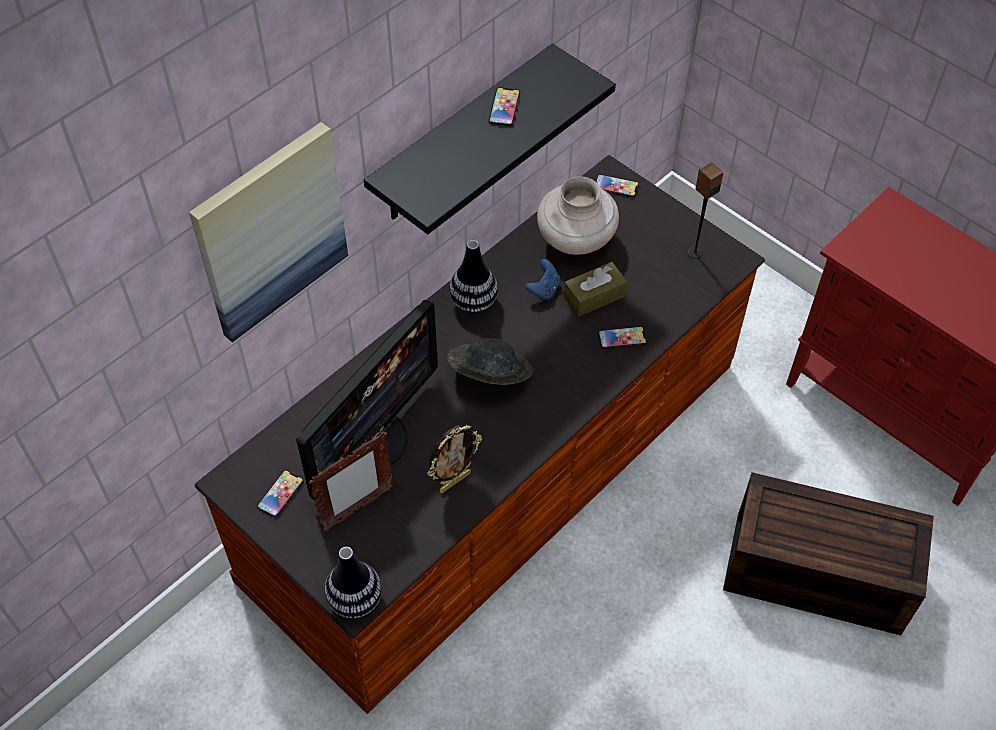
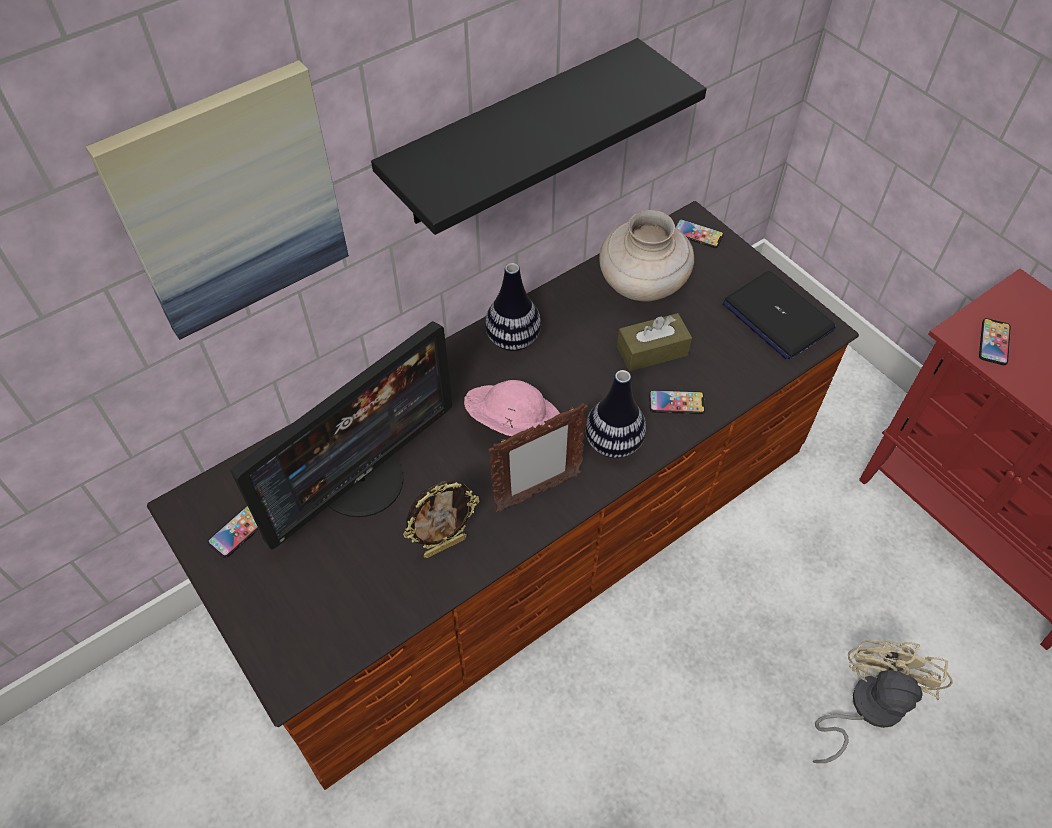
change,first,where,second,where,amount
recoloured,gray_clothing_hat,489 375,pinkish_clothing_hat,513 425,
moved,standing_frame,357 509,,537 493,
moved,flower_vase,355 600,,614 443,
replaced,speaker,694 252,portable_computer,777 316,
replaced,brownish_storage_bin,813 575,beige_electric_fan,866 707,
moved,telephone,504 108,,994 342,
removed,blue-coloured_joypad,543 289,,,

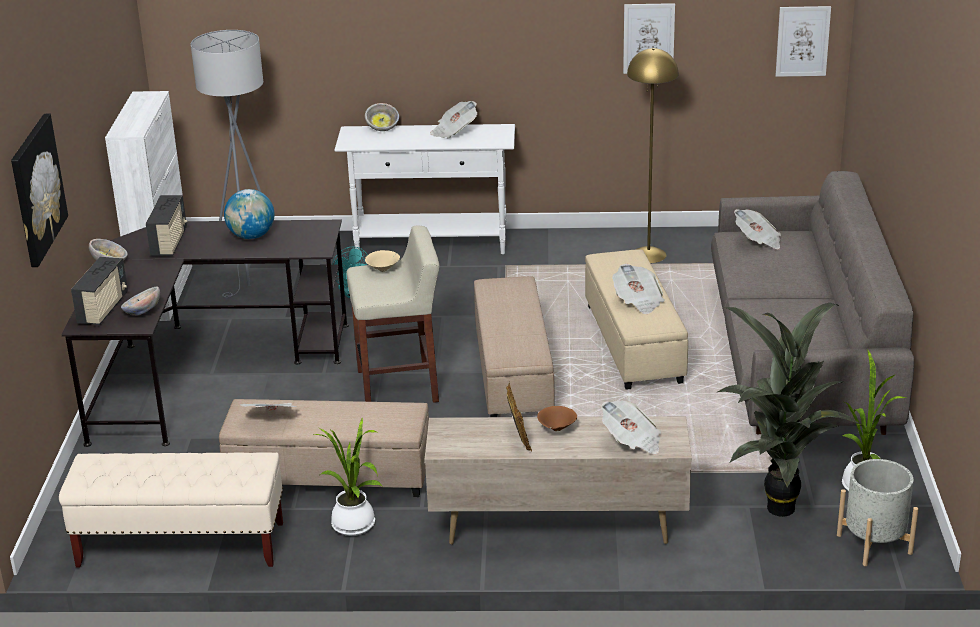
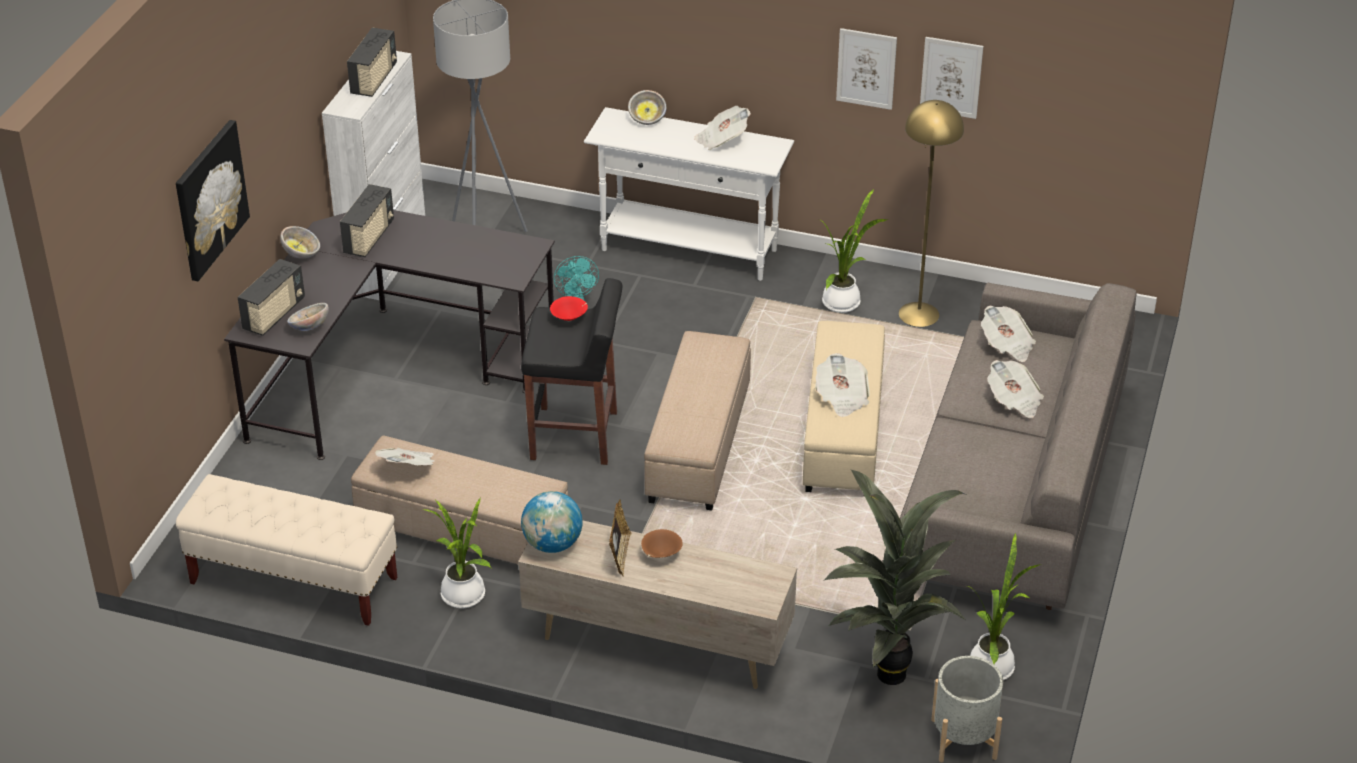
change,first,where,second,where,amount
added,,,radio_set,374 80,
recoloured,beige_sitting_stool,399 386,black_sitting_stool,576 436,
moved,world_globe,251 236,,552 544,
recoloured,beige_serving_bowl,384 269,red_serving_bowl,570 318,
added,,,plant_in_a_pot,843 301,
moved,wall_art,802 41,,866 68,
moved,newspaper,632 441,,1014 401,

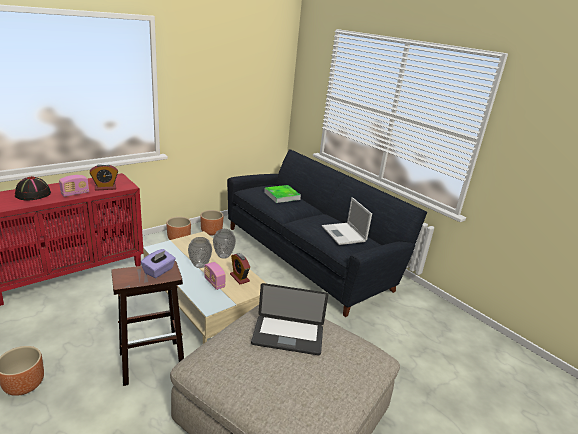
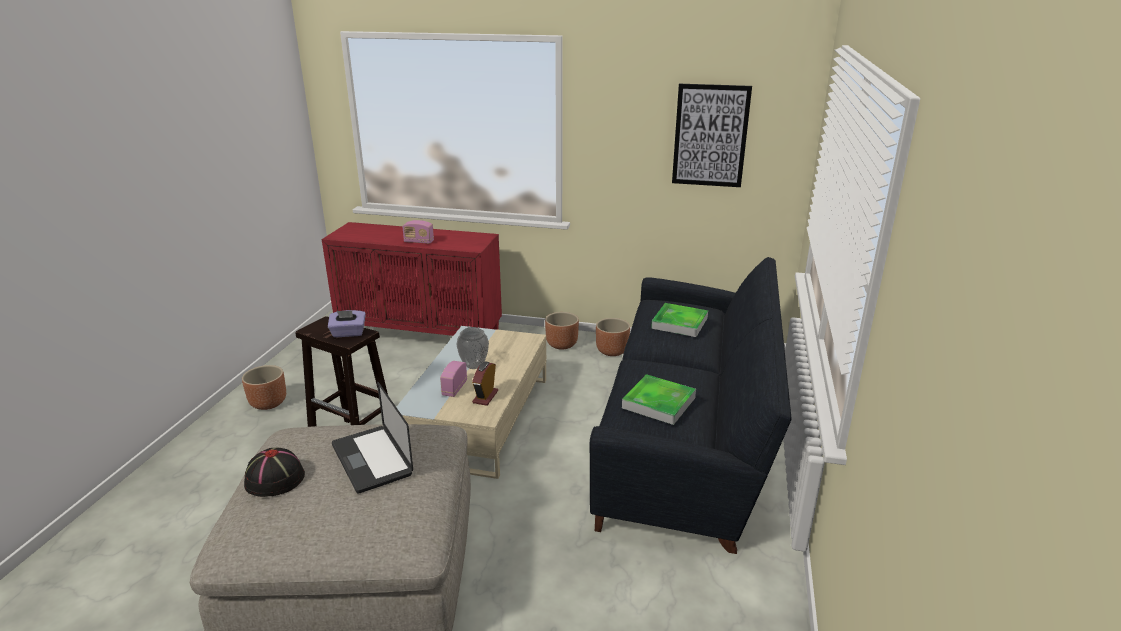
change,first,where,second,where,amount
moved,black_clothing_hat,33 194,,274 479,
replaced,portable_computer,344 234,carrying_tray,658 403,
added,,,wall_art,710 136,
removed,bedside_clock,105 188,,,
removed,flower_vase,223 256,,,

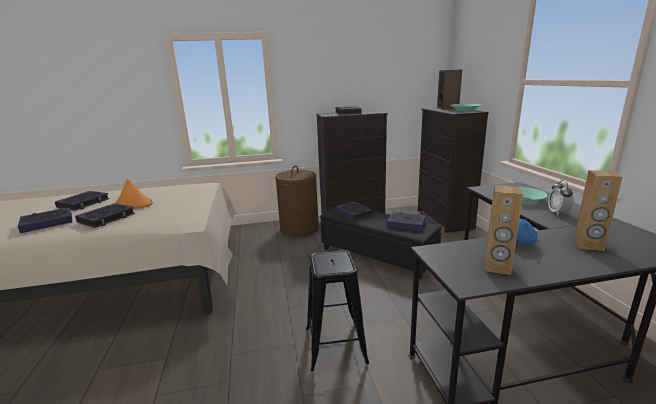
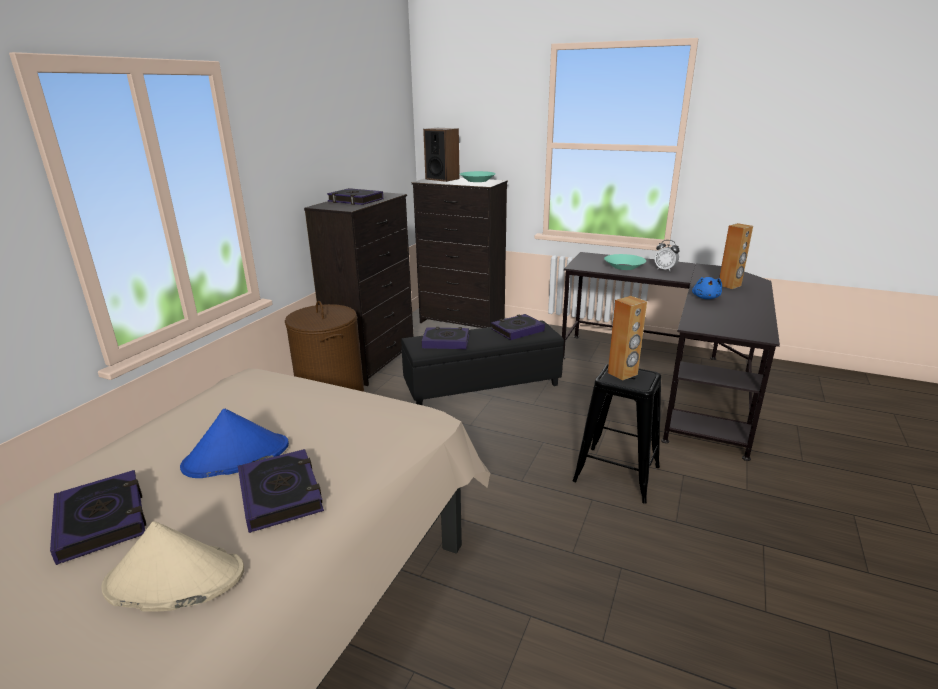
change,first,where,second,where,amount
replaced,book,47 223,beige_clothing_hat,174 579,
recoloured,orangey_clothing_hat,133 203,blue-coloured_clothing_hat,236 457,
moved,brownish_speaker,497 268,,622 374,

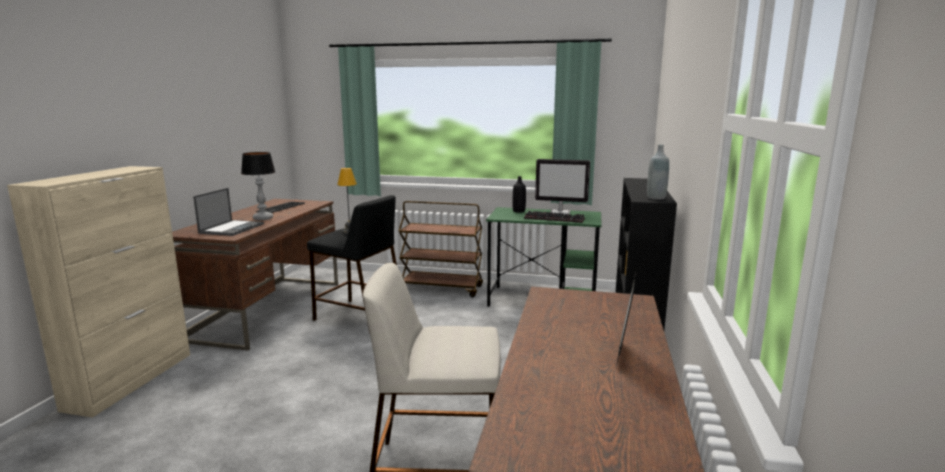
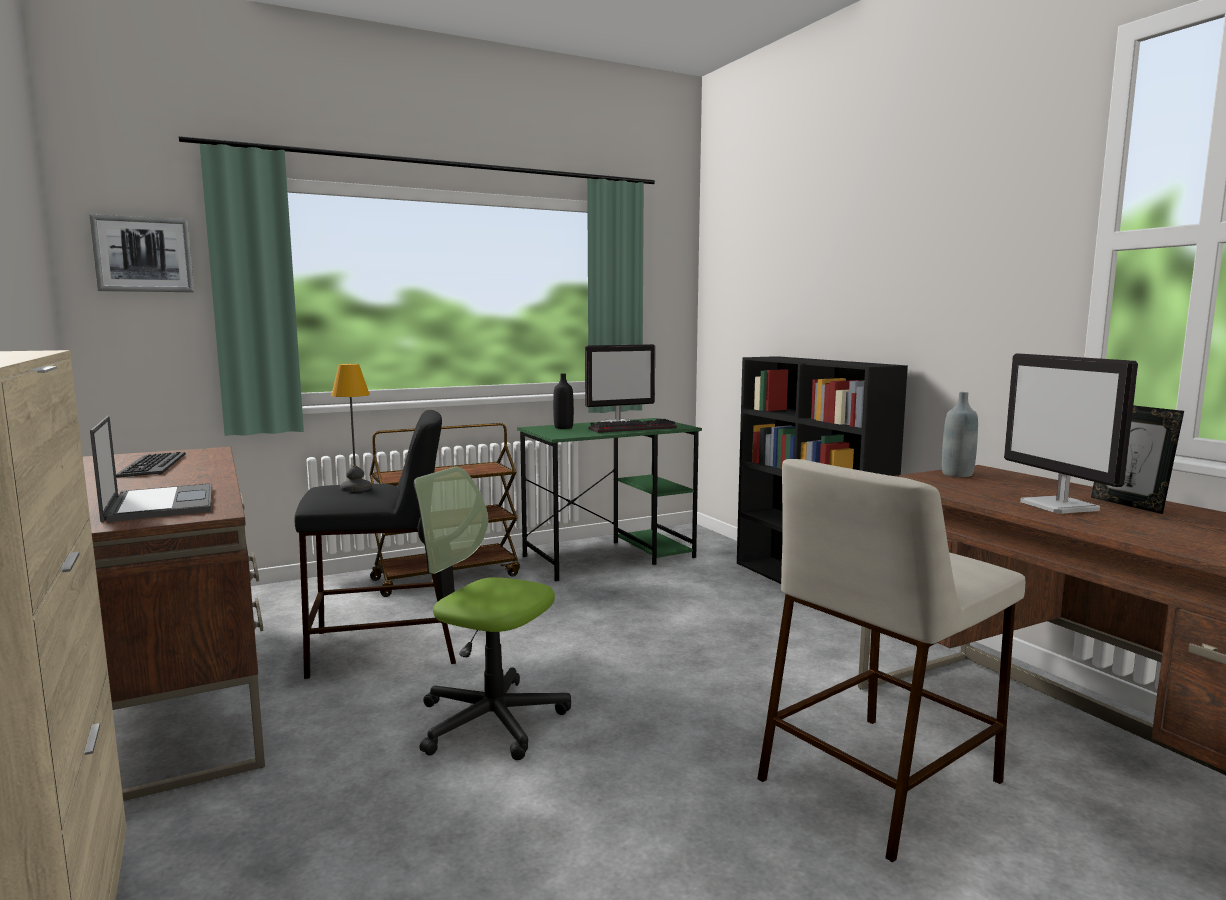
change,first,where,second,where,amount
added,,,wall_art,143 254,
added,,,office_chair,491 720,
moved,gray_beverage_bottle,656 198,,957 474,
added,,,computer_display,1060 507,
removed,table_lamp,263 218,,,

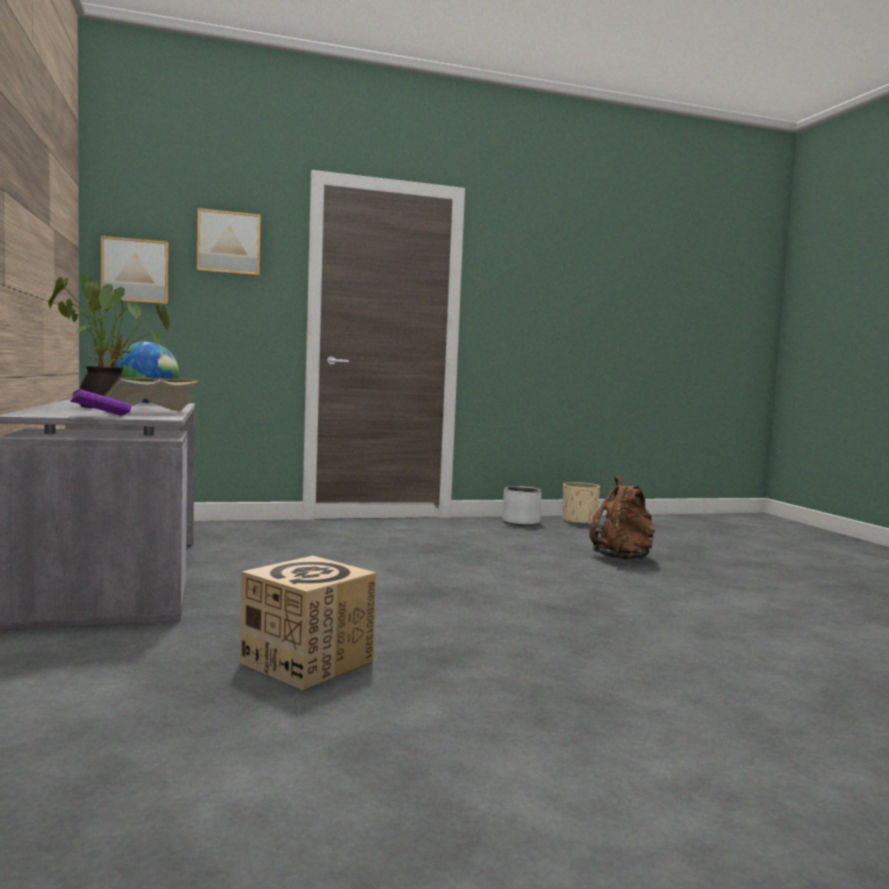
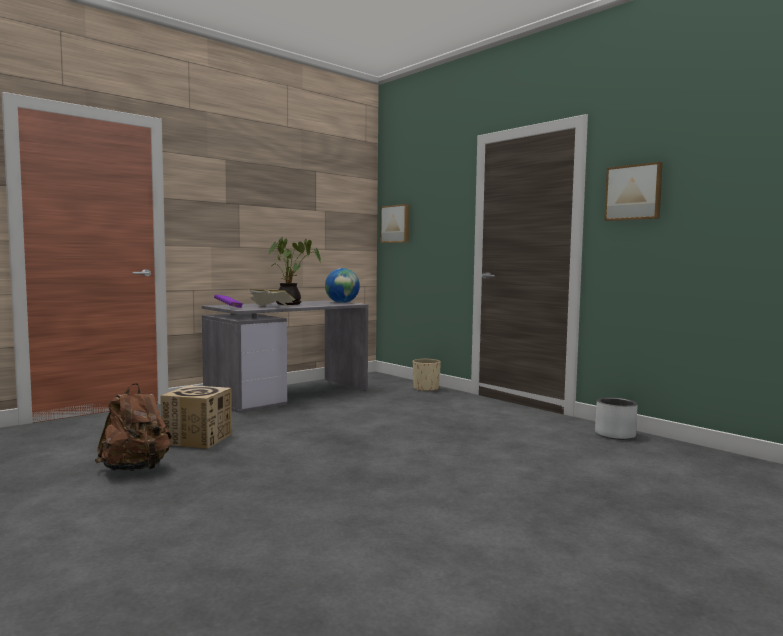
change,first,where,second,where,amount
moved,brownish_backpack,623 559,,136 469,
moved,beige_planter,579 521,,426 389,
moved,wall_art,228 243,,634 192,

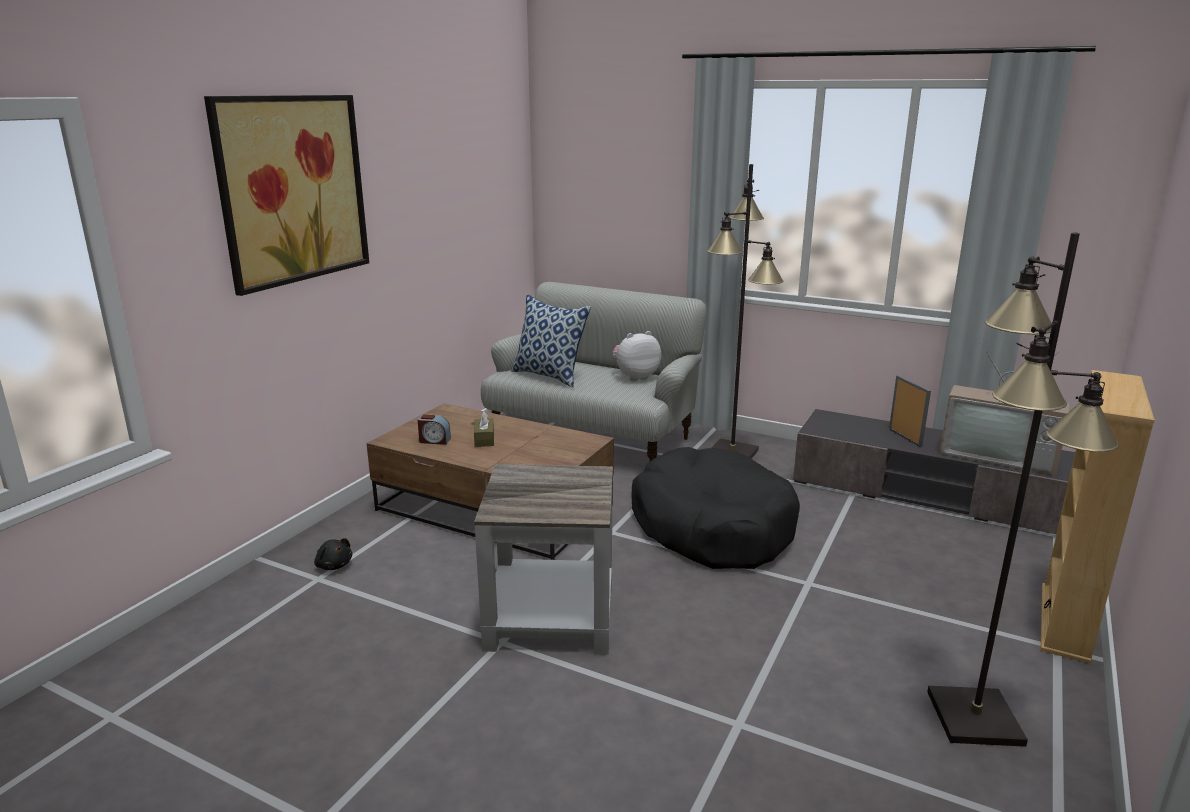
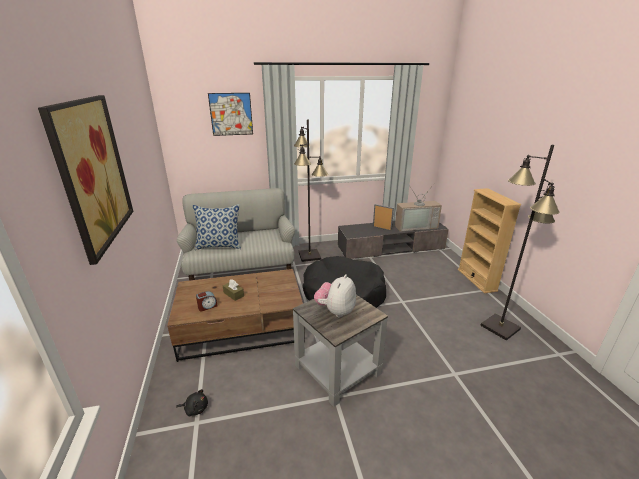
change,first,where,second,where,amount
added,,,wall_art,231 114,
moved,soft_toy,635 377,,335 311,

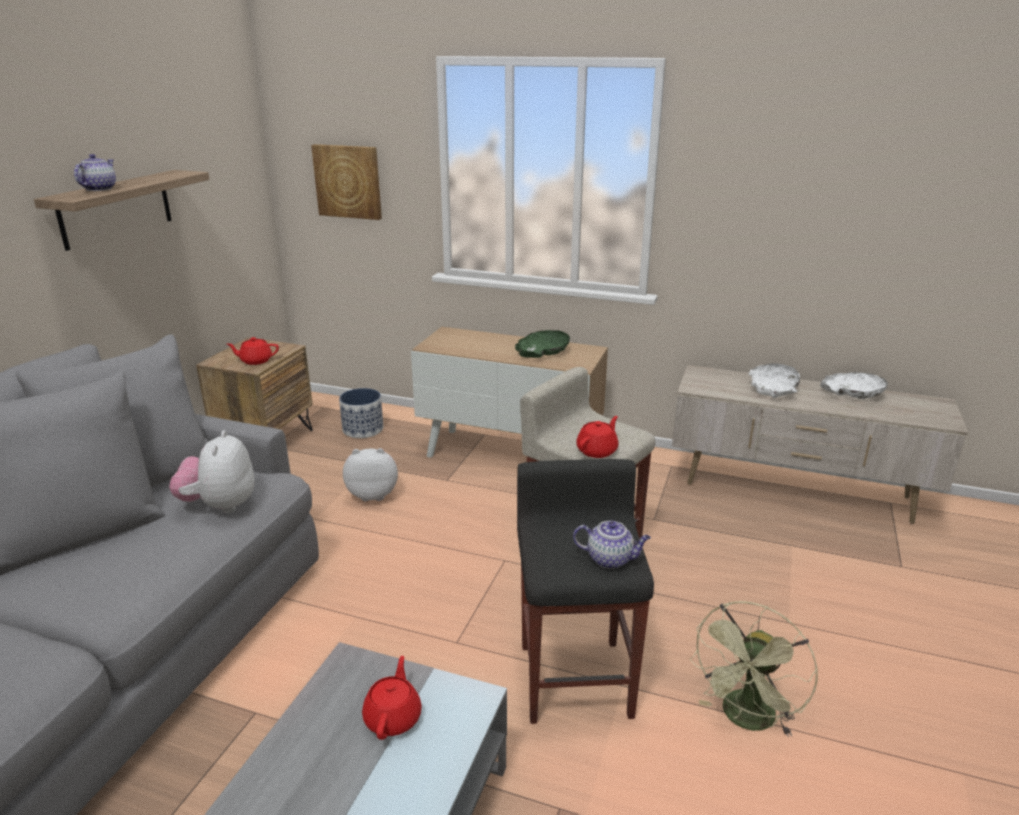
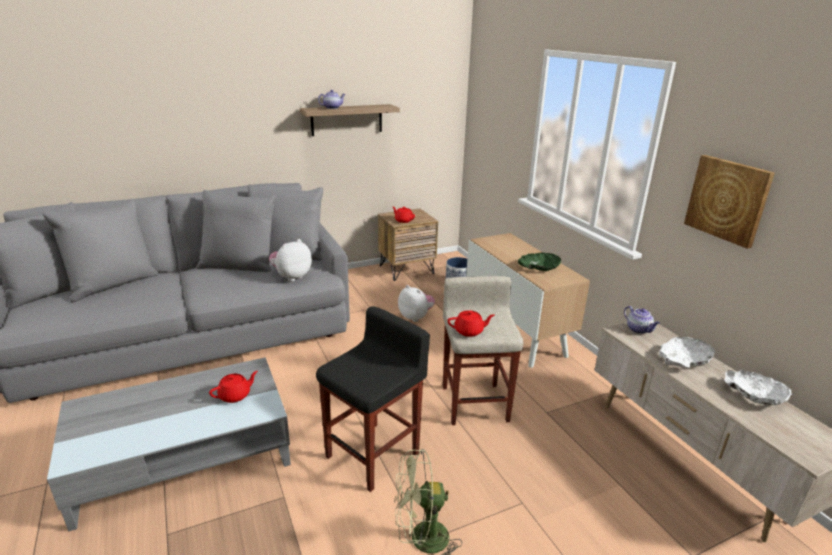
change,first,where,second,where,amount
moved,tea_pot,610 559,,639 329,
moved,wall_art,348 181,,728 200,

